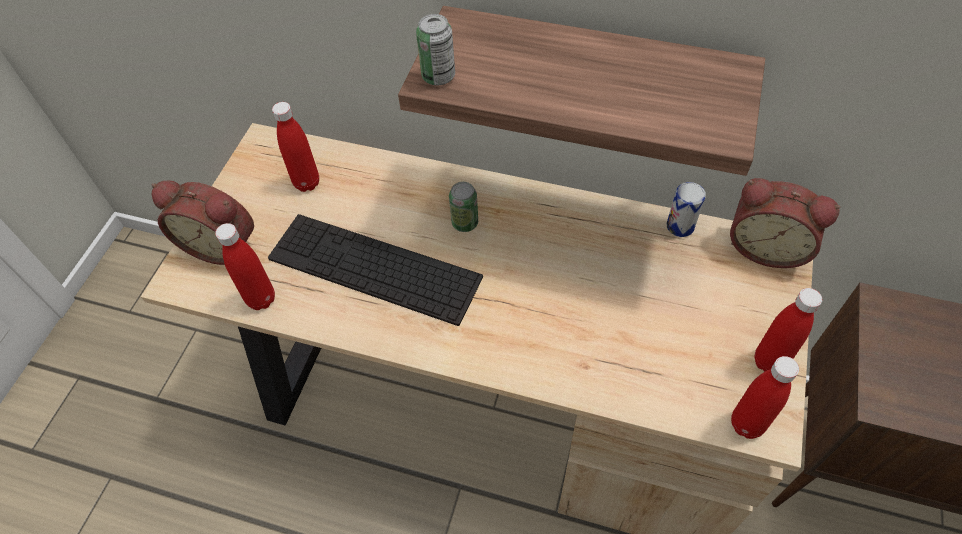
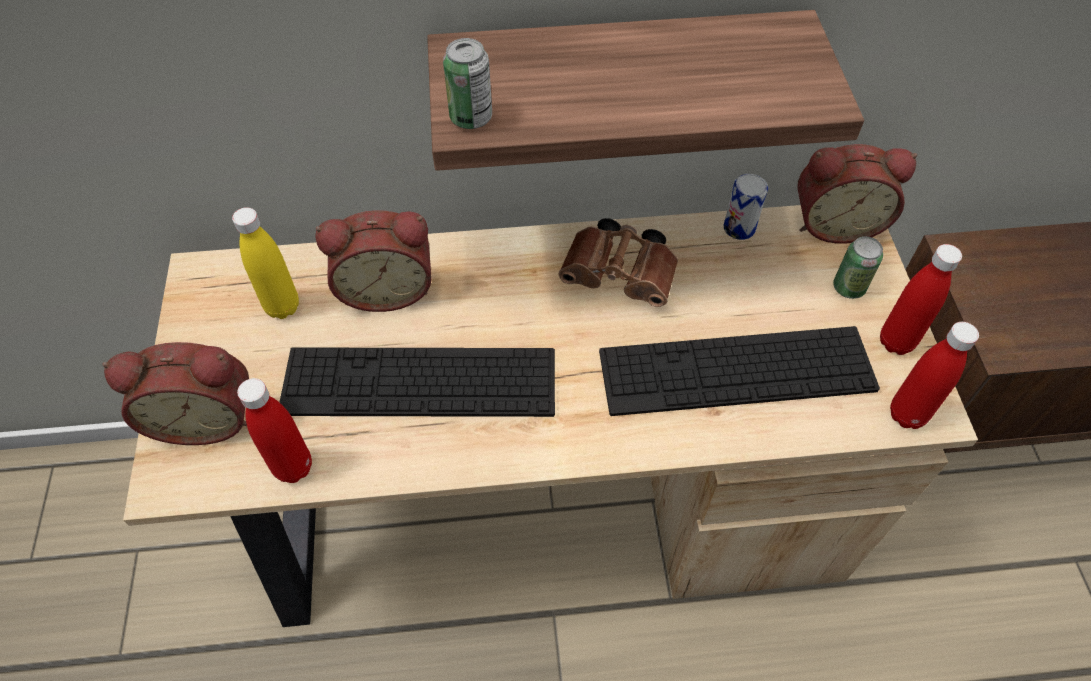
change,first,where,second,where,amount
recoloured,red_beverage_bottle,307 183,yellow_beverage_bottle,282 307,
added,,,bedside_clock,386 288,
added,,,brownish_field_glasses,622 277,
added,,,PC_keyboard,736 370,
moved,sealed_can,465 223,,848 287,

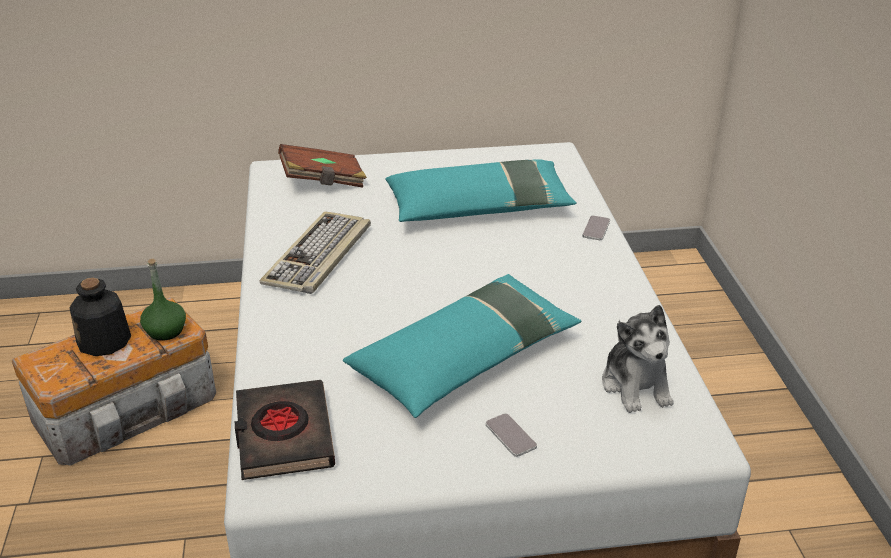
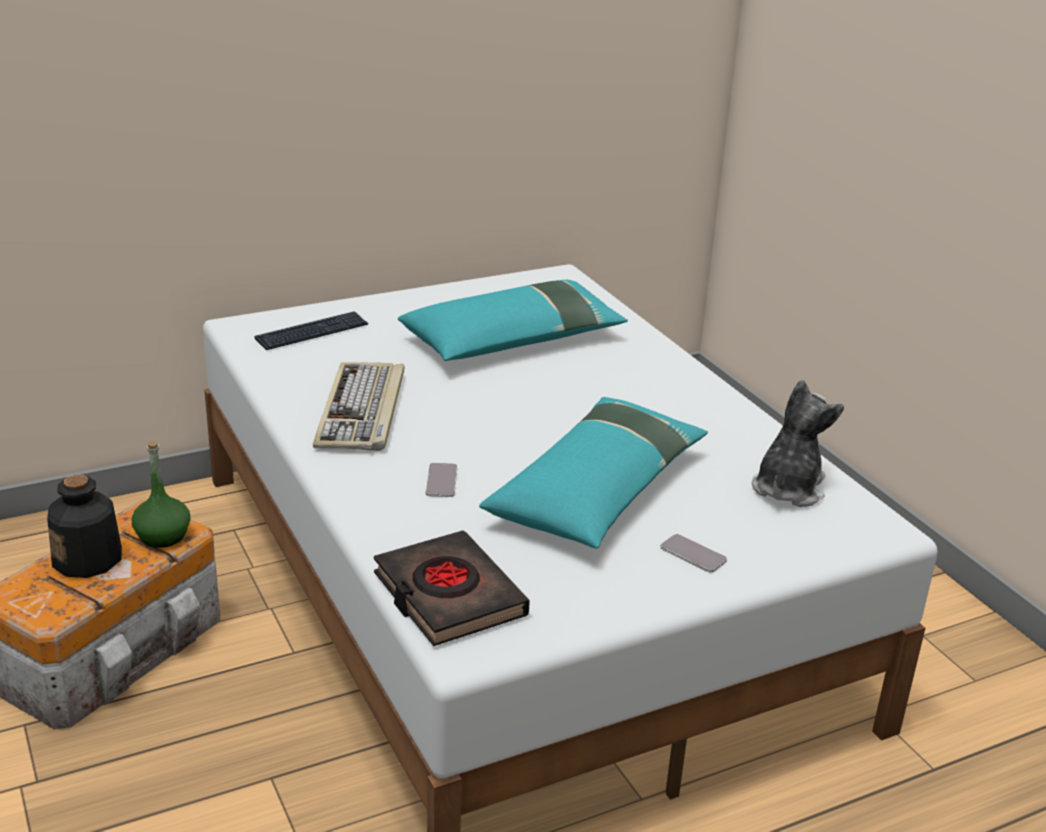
change,first,where,second,where,amount
replaced,brownish_book,323 181,PC_keyboard,312 333,
moved,telephone,596 228,,441 481,
turned,soft_toy,636 385,,787 488,120 degrees counterclockwise

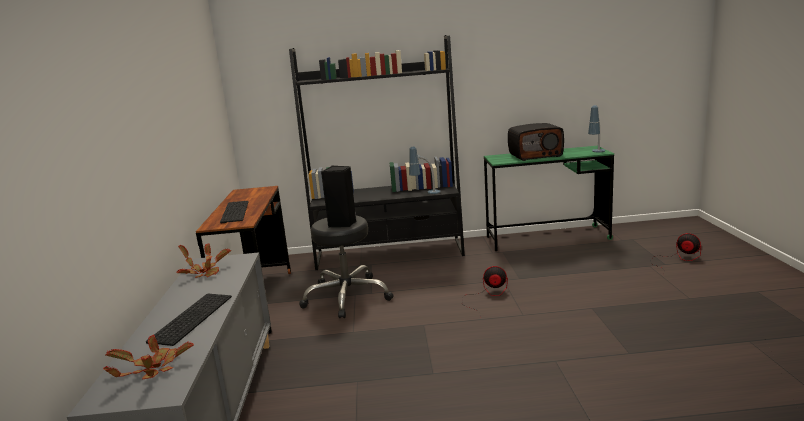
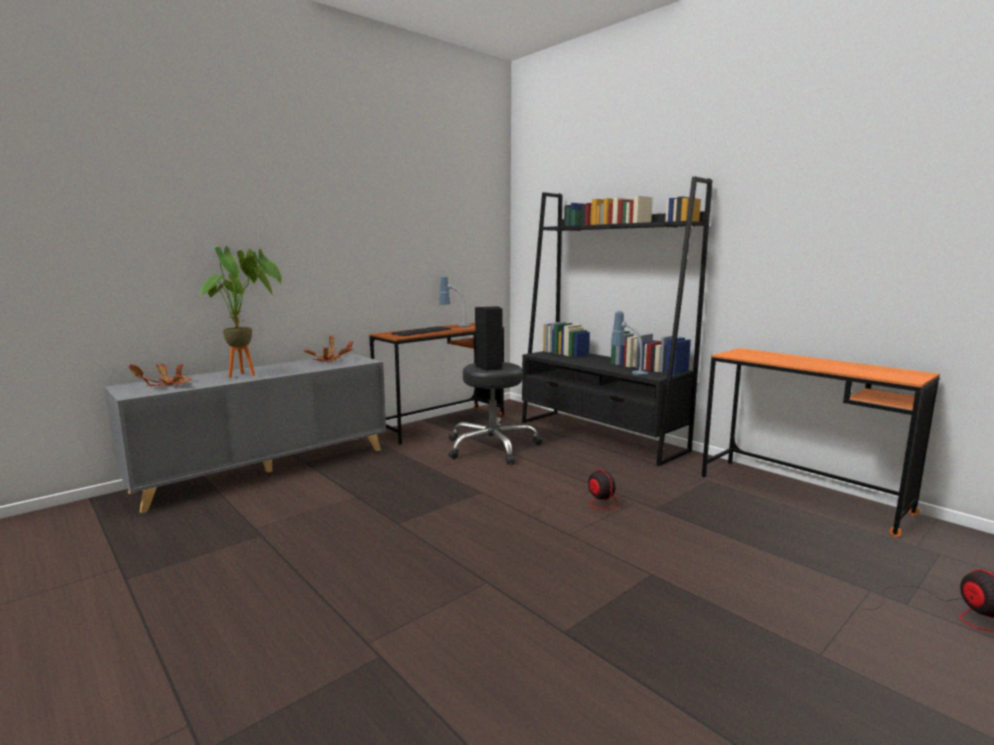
change,first,where,second,where,amount
replaced,PC_keyboard,191 317,plant_in_a_pot,248 374,
moved,table_lamp,596 153,,455 326,
recoloured,green-coloured_desk_table,547 238,orangey_desk_table,800 494,
removed,radio_set,535 155,,,

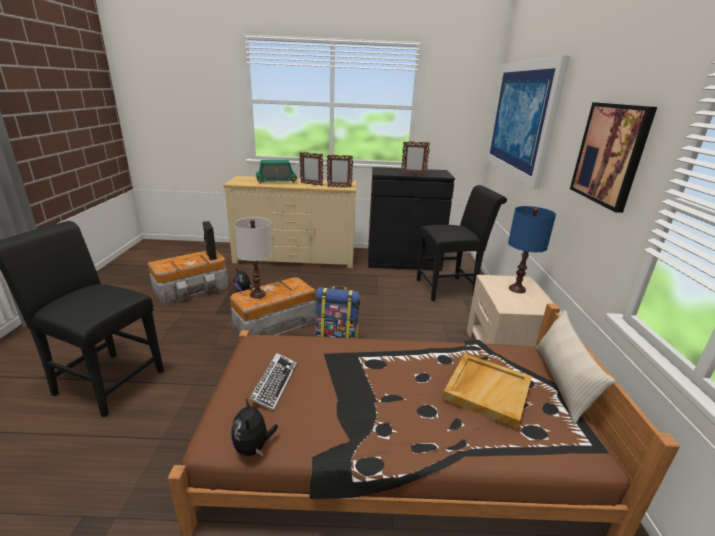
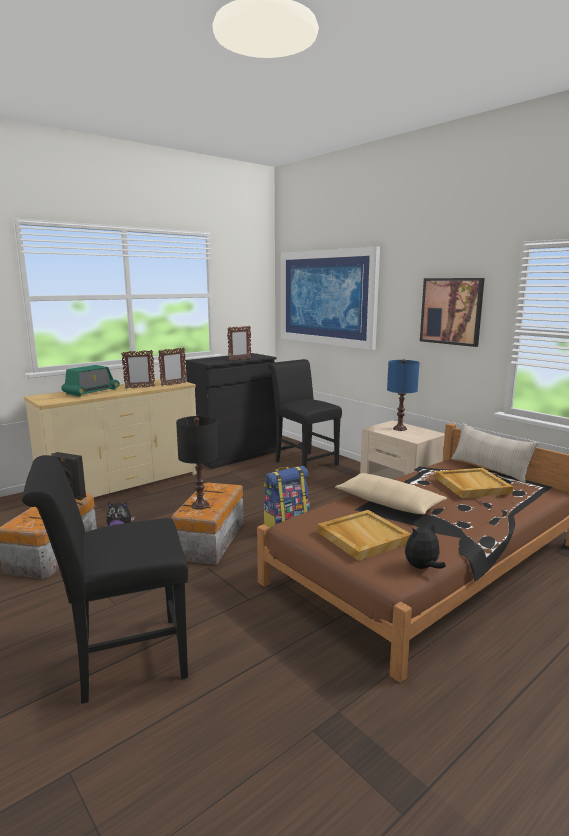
change,first,where,second,where,amount
recoloured,white_table_lamp,258 294,black_table_lamp,200 505,
turned,black_plain_chair,450 288,,303 462,75 degrees counterclockwise
replaced,PC_keyboard,274 384,beige_carrying_tray,362 537,
added,,,beige_cushion,388 503,
turned,soft_toy,253 447,,422 568,120 degrees clockwise

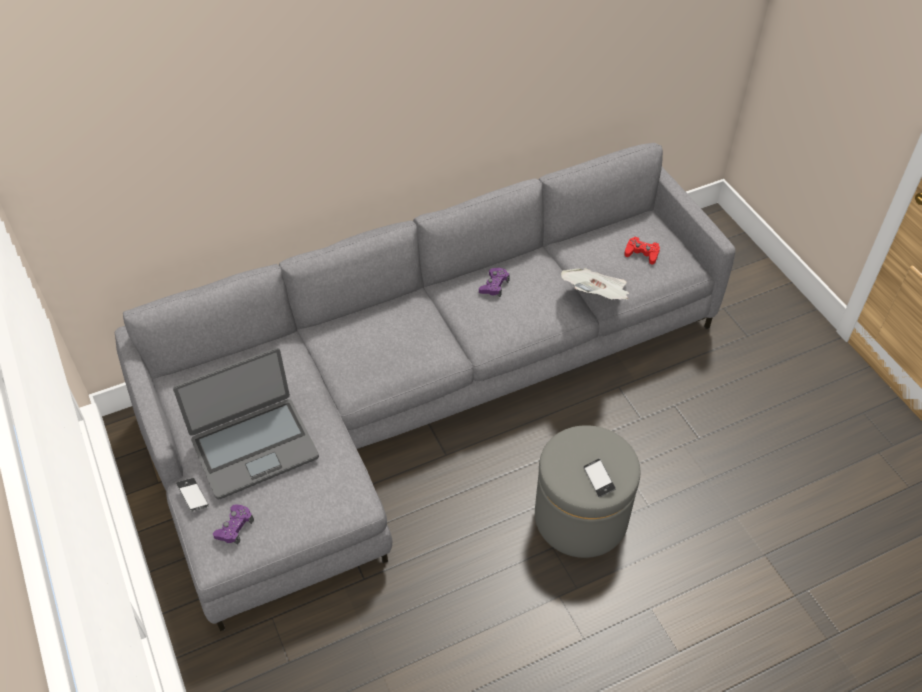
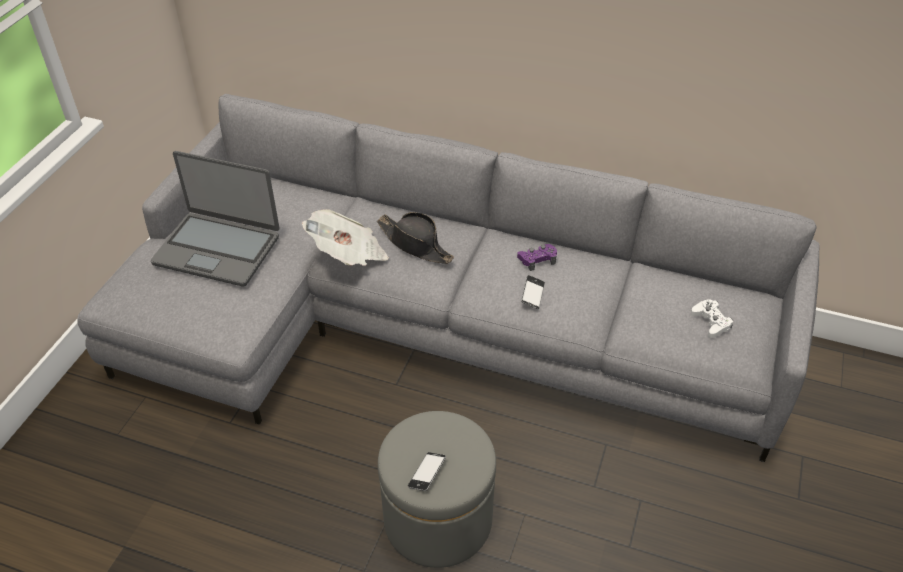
change,first,where,second,where,amount
moved,newspaper,596 296,,348 254,
added,,,black_clothing_hat,415 244,
moved,telephone,193 496,,532 294,
recoloured,red_joypad,642 253,white_joypad,711 322,
removed,purple-coloured_joypad,234 527,,,

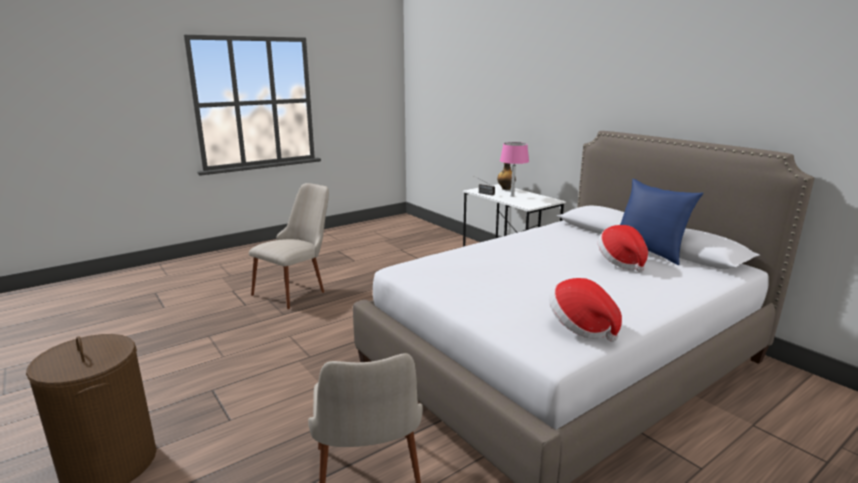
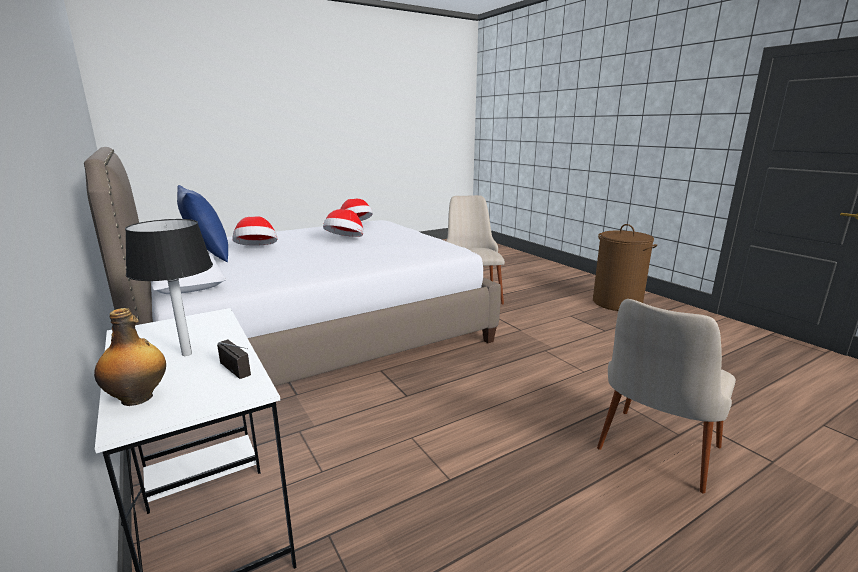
change,first,where,second,where,amount
recoloured,pinkish_table_lamp,512 196,black_table_lamp,186 354,
added,,,clothing_hat,345 240,

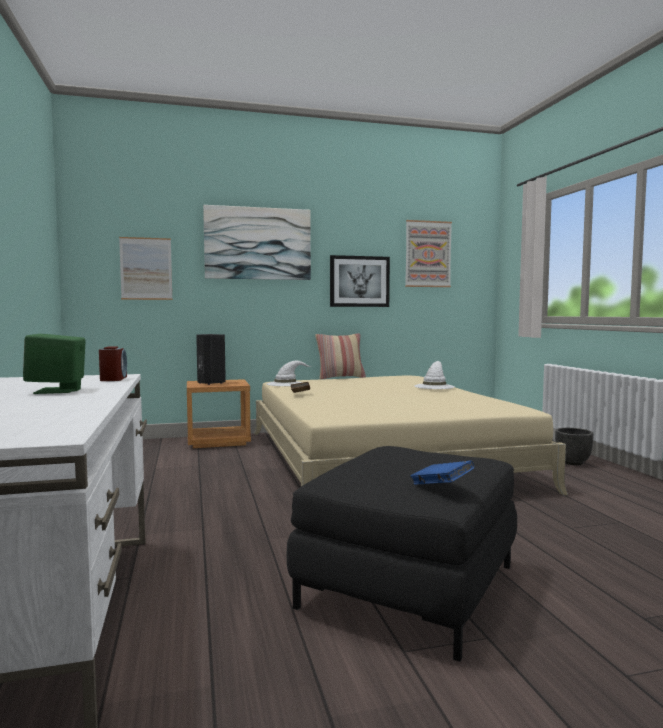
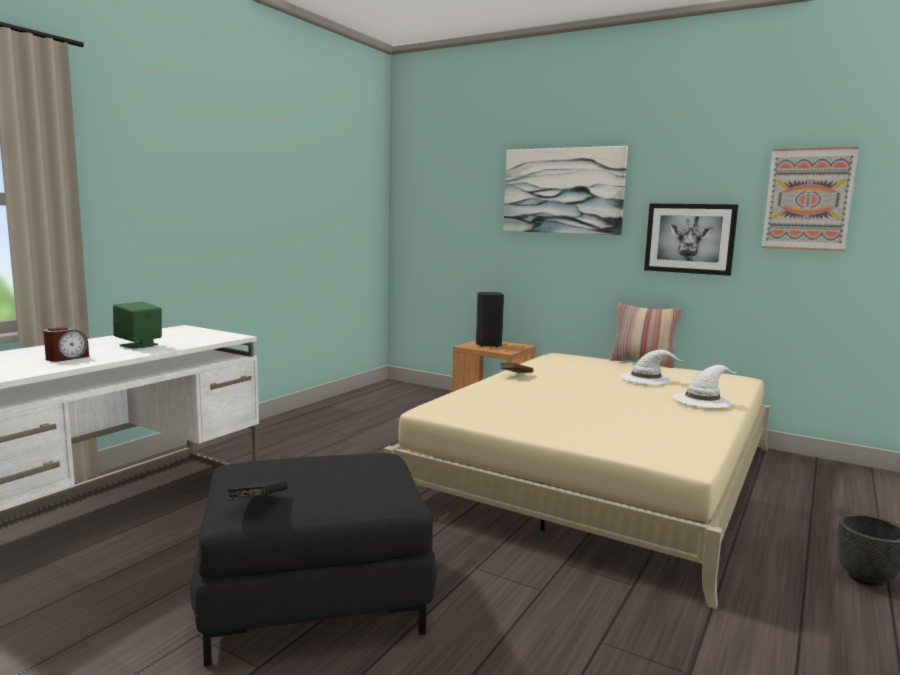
change,first,where,second,where,amount
moved,bedside_clock,113 379,,67 358,
recoloured,blue-coloured_book,441 487,black_book,258 504,
moved,white_clothing_hat,286 384,,647 378,
removed,wall_art,146 268,,,

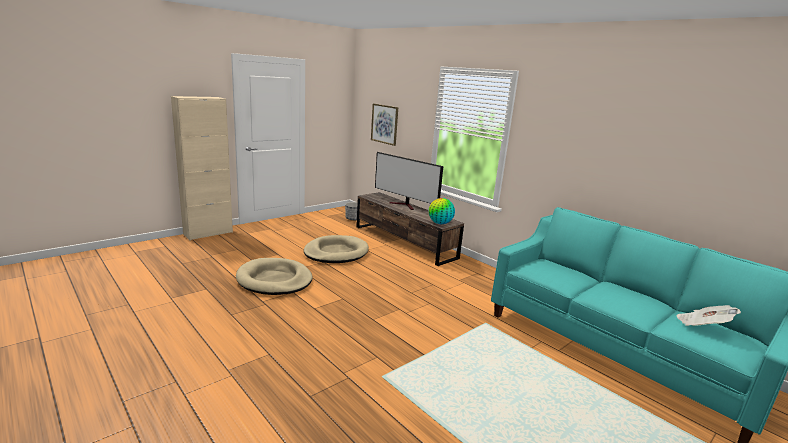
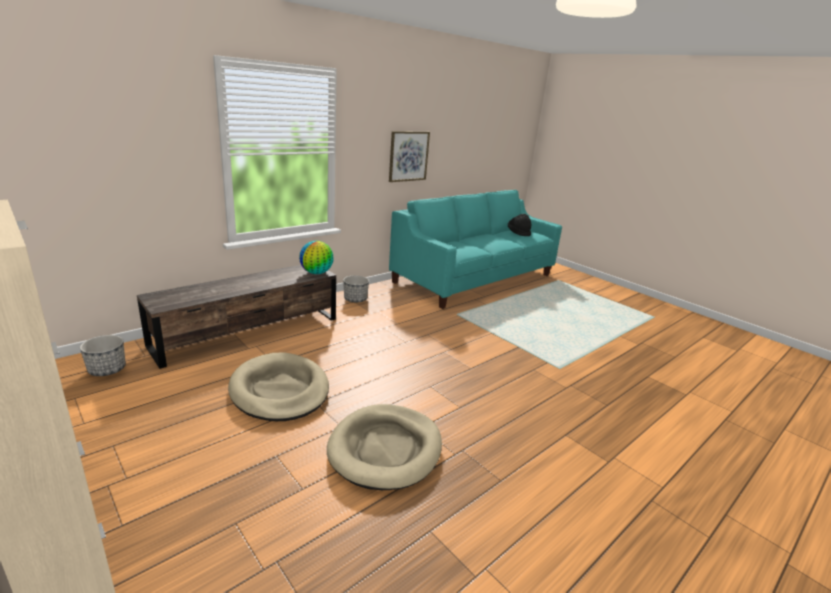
change,first,where,second,where,amount
added,,,planter,355 299,
moved,wall_art,384 124,,408 156,
replaced,newspaper,702 326,black_clothing_hat,518 233,
removed,television,405 205,,,

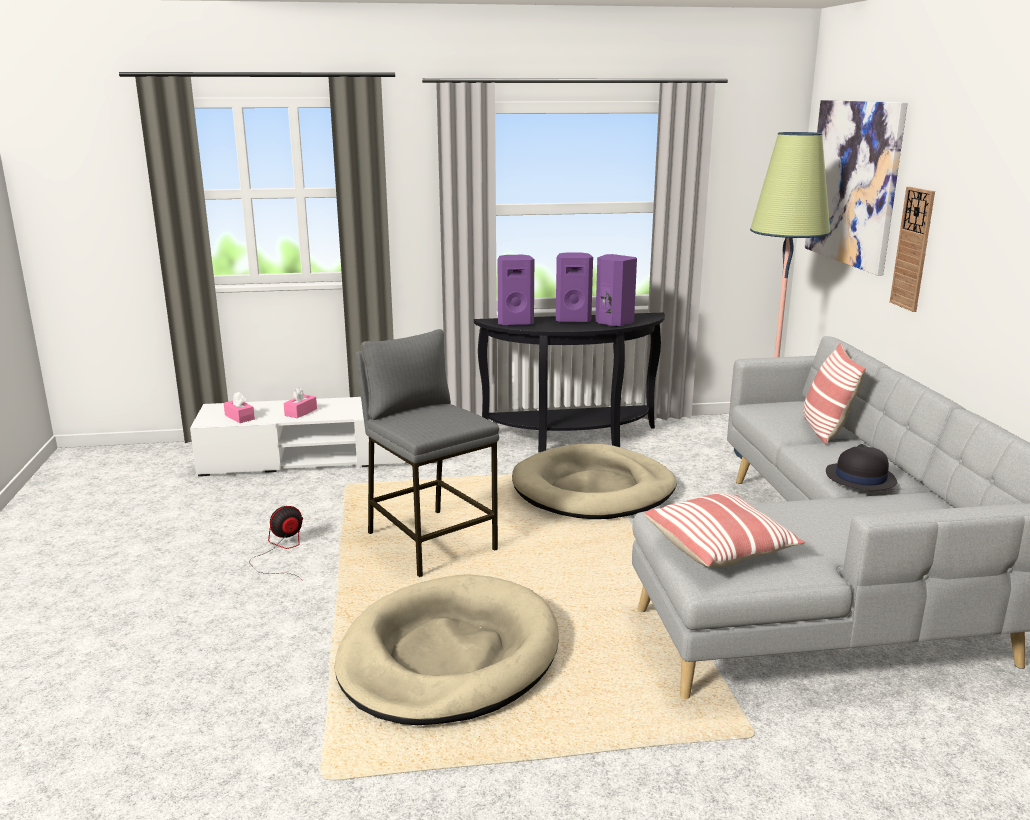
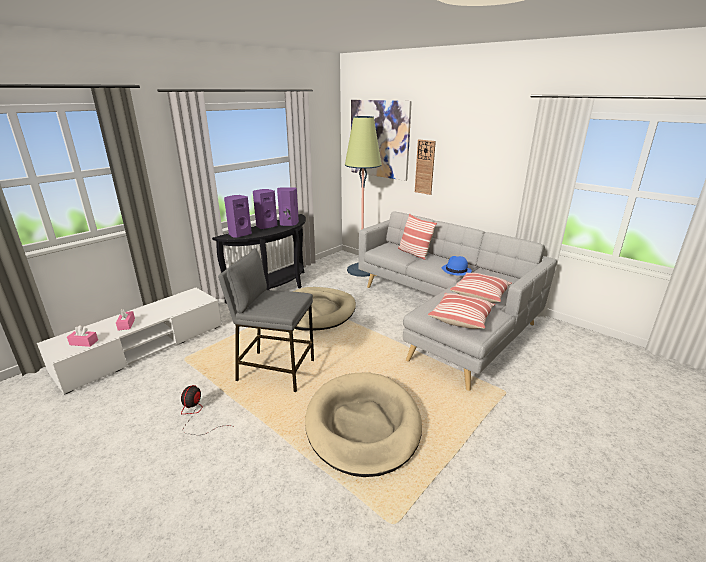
change,first,where,second,where,amount
recoloured,black_clothing_hat,860 477,blue-coloured_clothing_hat,456 270,
added,,,cushion,480 294,

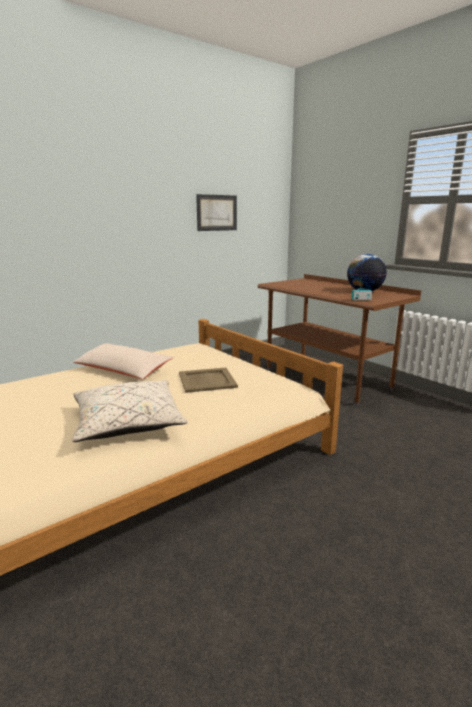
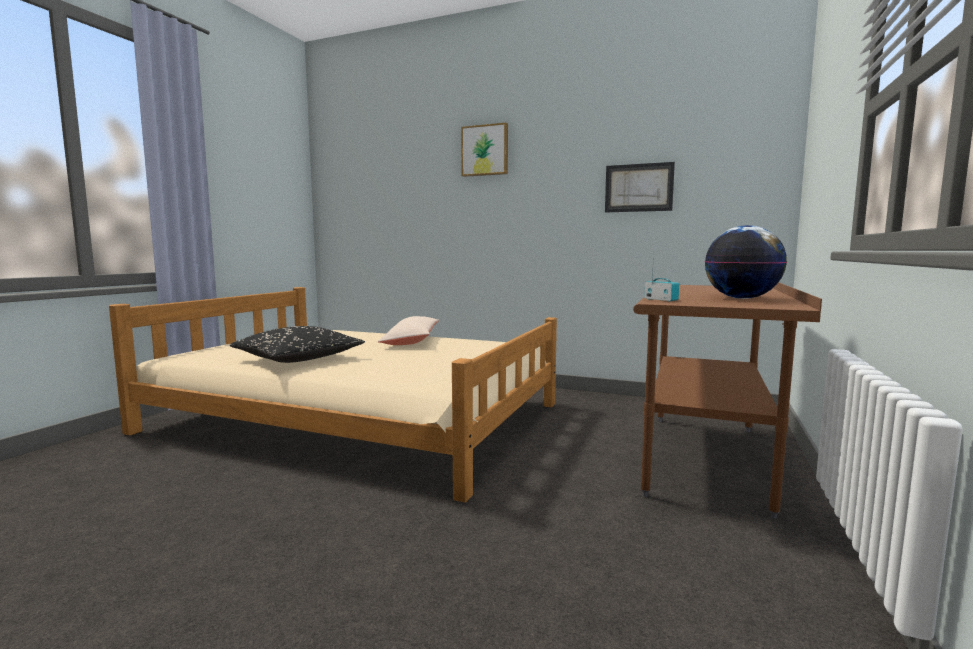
change,first,where,second,where,amount
recoloured,beige_cushion,128 423,black_cushion,298 359,
added,,,wall_art,485 150,
removed,beige_carrying_tray,207 380,,,

